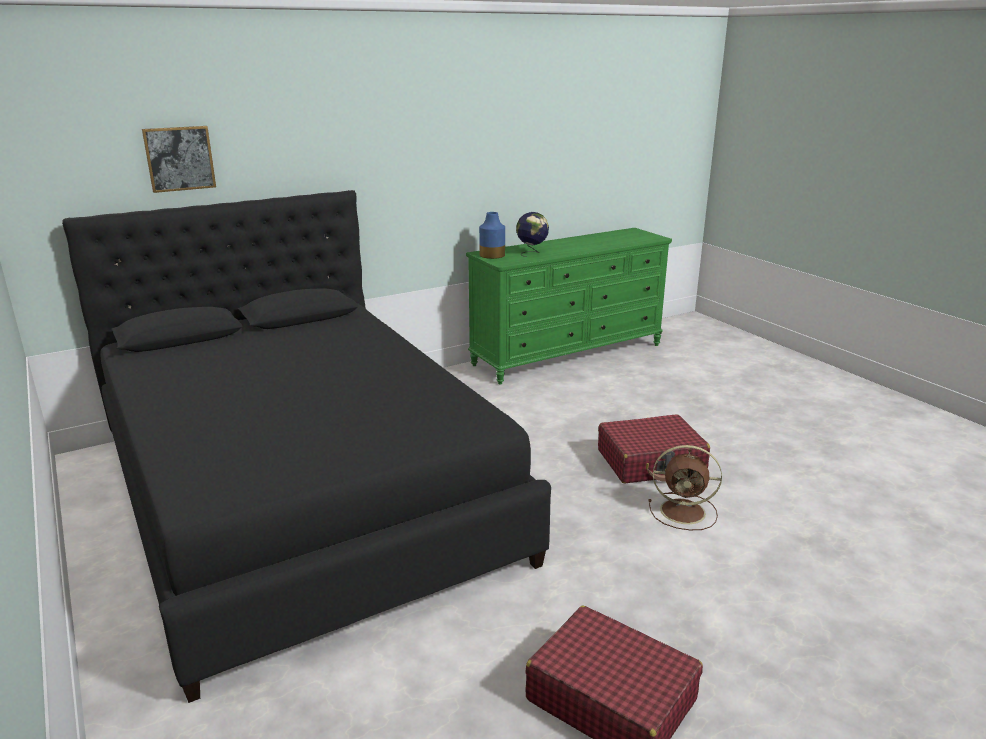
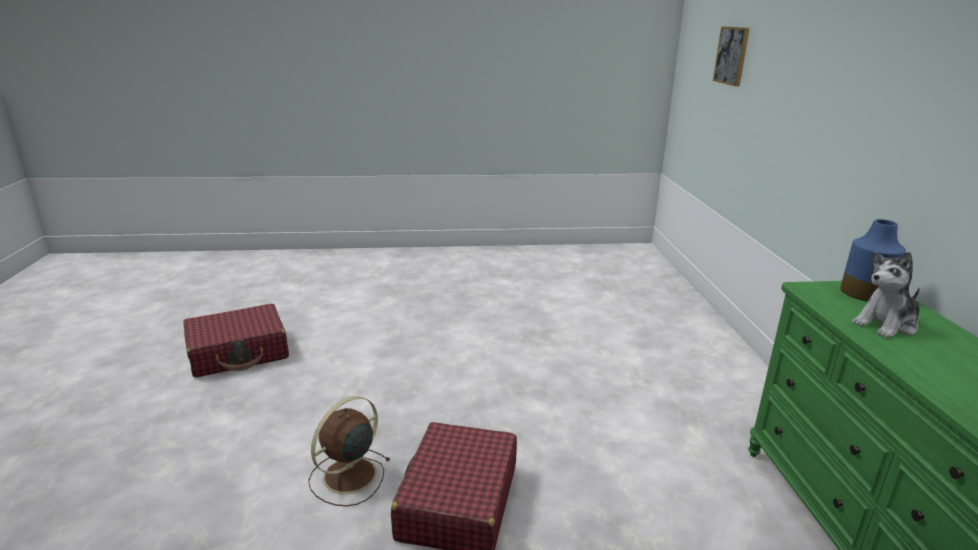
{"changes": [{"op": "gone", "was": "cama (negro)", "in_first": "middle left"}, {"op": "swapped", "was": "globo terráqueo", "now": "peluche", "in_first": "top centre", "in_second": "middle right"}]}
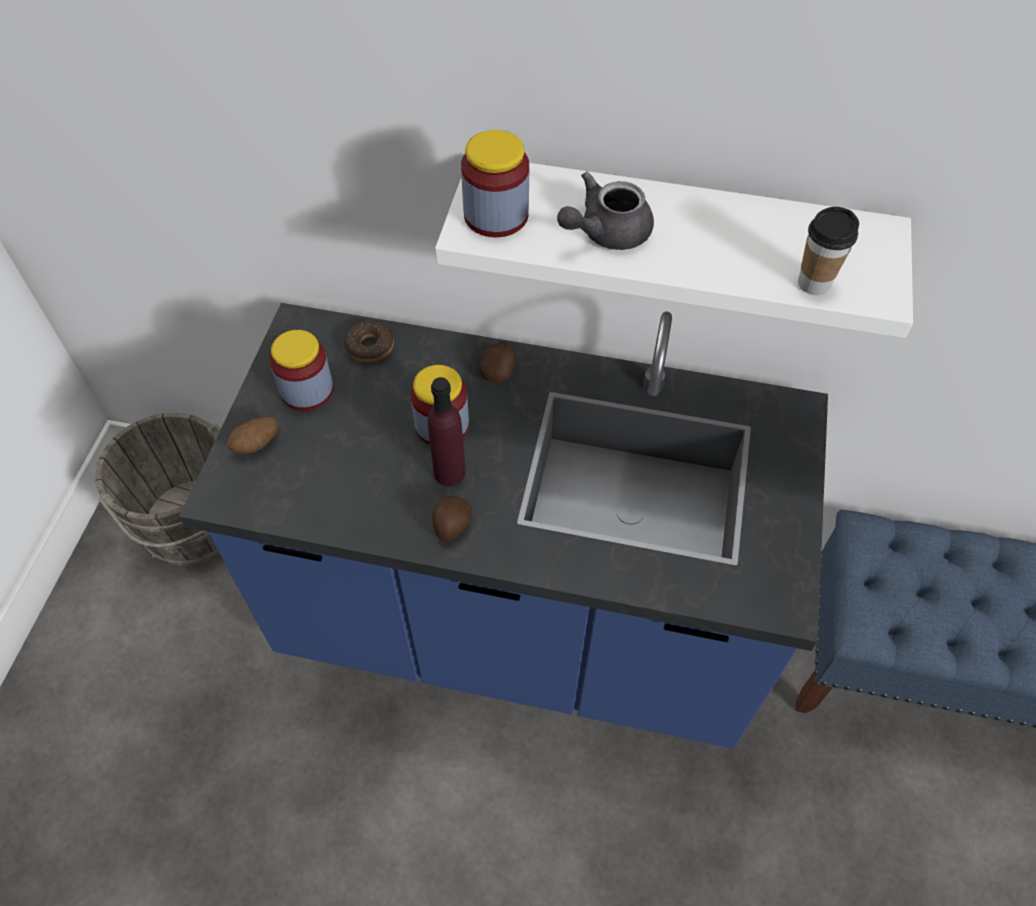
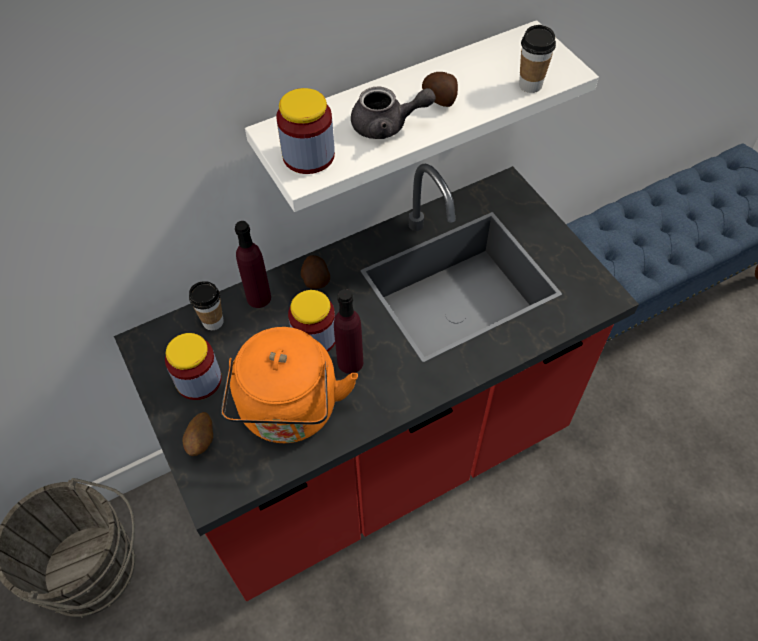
{"changes": [{"op": "repainted", "was": "mueble bajo de cocina (azul)", "now": "mueble bajo de cocina (rojo)", "in_first": "centre", "in_second": "centre"}, {"op": "swapped", "was": "rosquilla", "now": "taza (no. 1 from left)", "in_first": "centre", "in_second": "middle left"}, {"op": "shifted", "was": "patata (no. 2 from left in the first image)", "now": "patata (no. 3 from left)", "in_first": "centre", "in_second": "top centre"}, {"op": "rotated", "was": "tetera (gris)", "in_first": "top centre", "in_second": "top centre", "clockwise": -105}, {"op": "new", "now": "hervidor (naranja)", "in_second": "centre"}, {"op": "new", "now": "botella (morado) (no. 1 from left)", "in_second": "centre"}]}
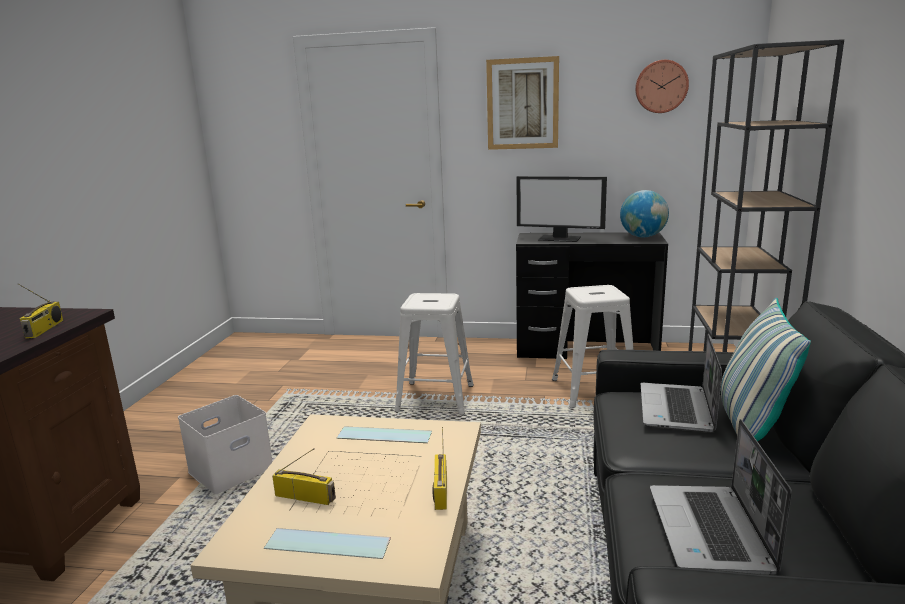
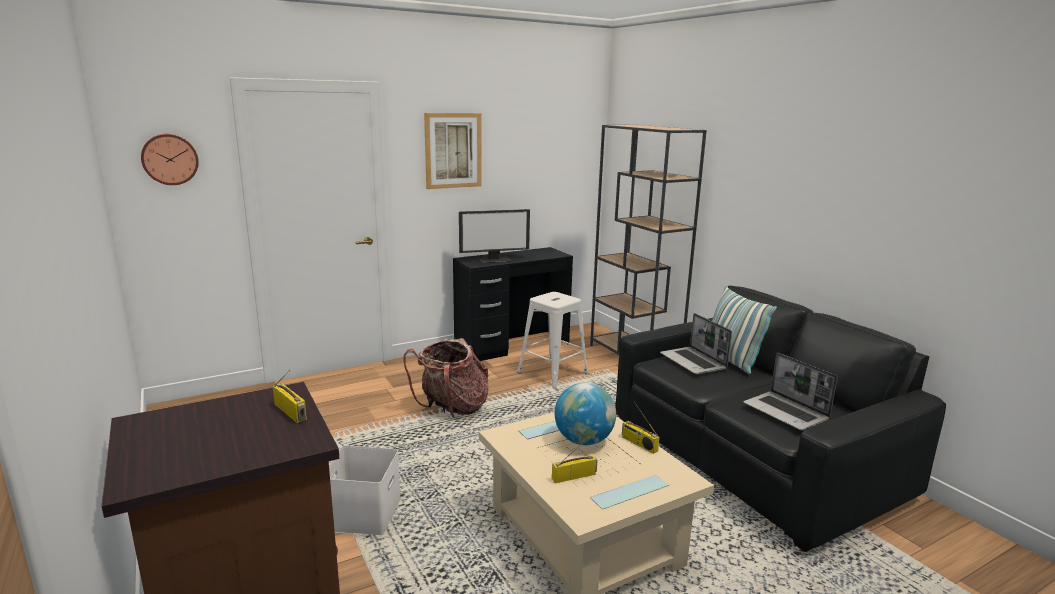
{"changes": [{"op": "swapped", "was": "taburete (blanco) (no. 1 from left)", "now": "mochila", "in_first": "centre", "in_second": "centre"}, {"op": "shifted", "was": "globo terráqueo", "in_first": "middle right", "in_second": "bottom centre"}, {"op": "shifted", "was": "reloj de pared", "in_first": "top right", "in_second": "top left"}]}
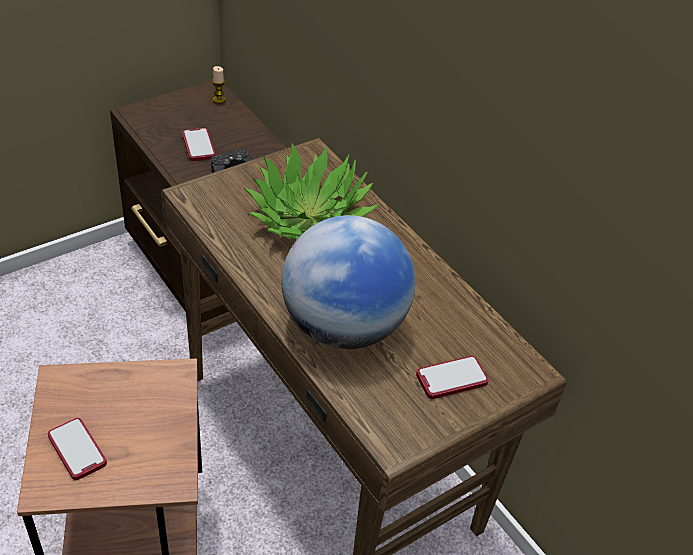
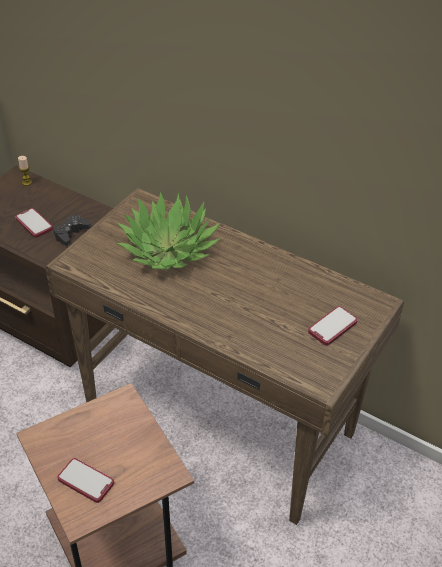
{"changes": [{"op": "gone", "was": "globo terráqueo", "in_first": "centre"}]}
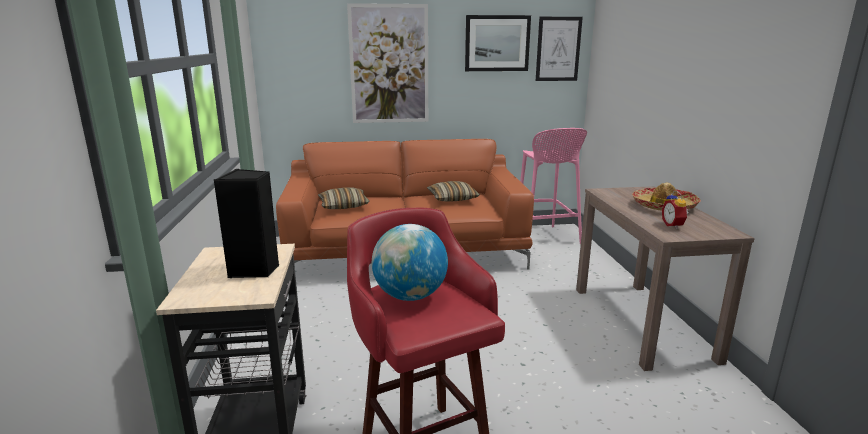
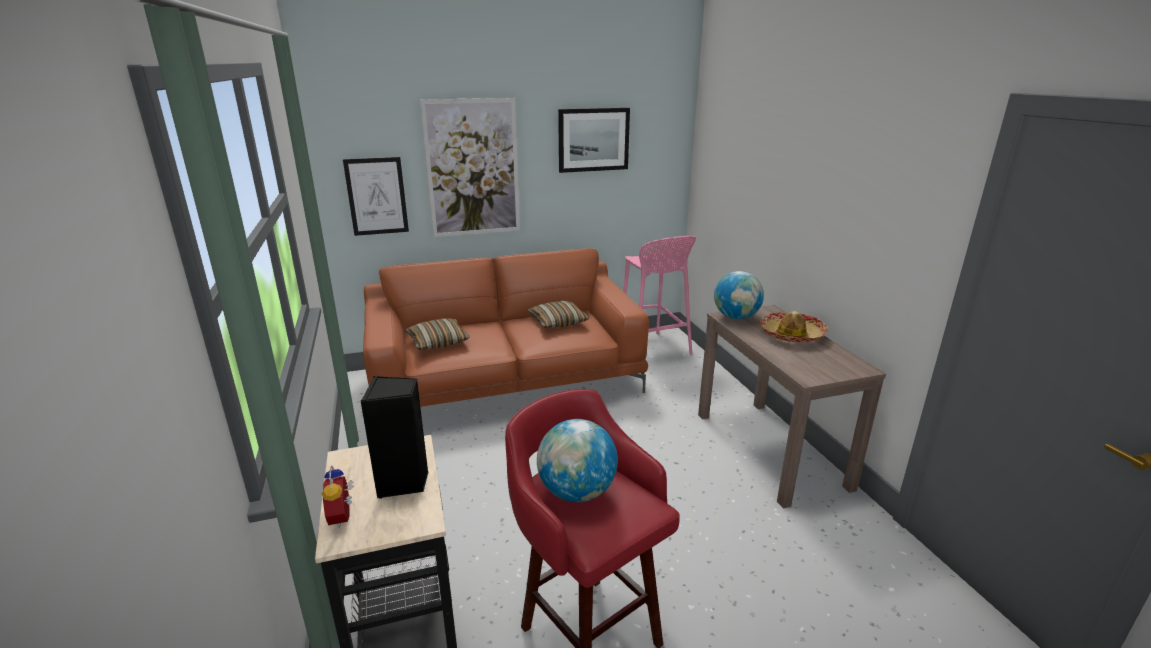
{"changes": [{"op": "shifted", "was": "cuadro (no. 3 from left in the first image)", "now": "cuadro (no. 1 from left)", "in_first": "top centre", "in_second": "top left"}, {"op": "shifted", "was": "despertador", "in_first": "middle right", "in_second": "bottom left"}, {"op": "new", "now": "globo terráqueo (no. 2 from left)", "in_second": "centre"}]}
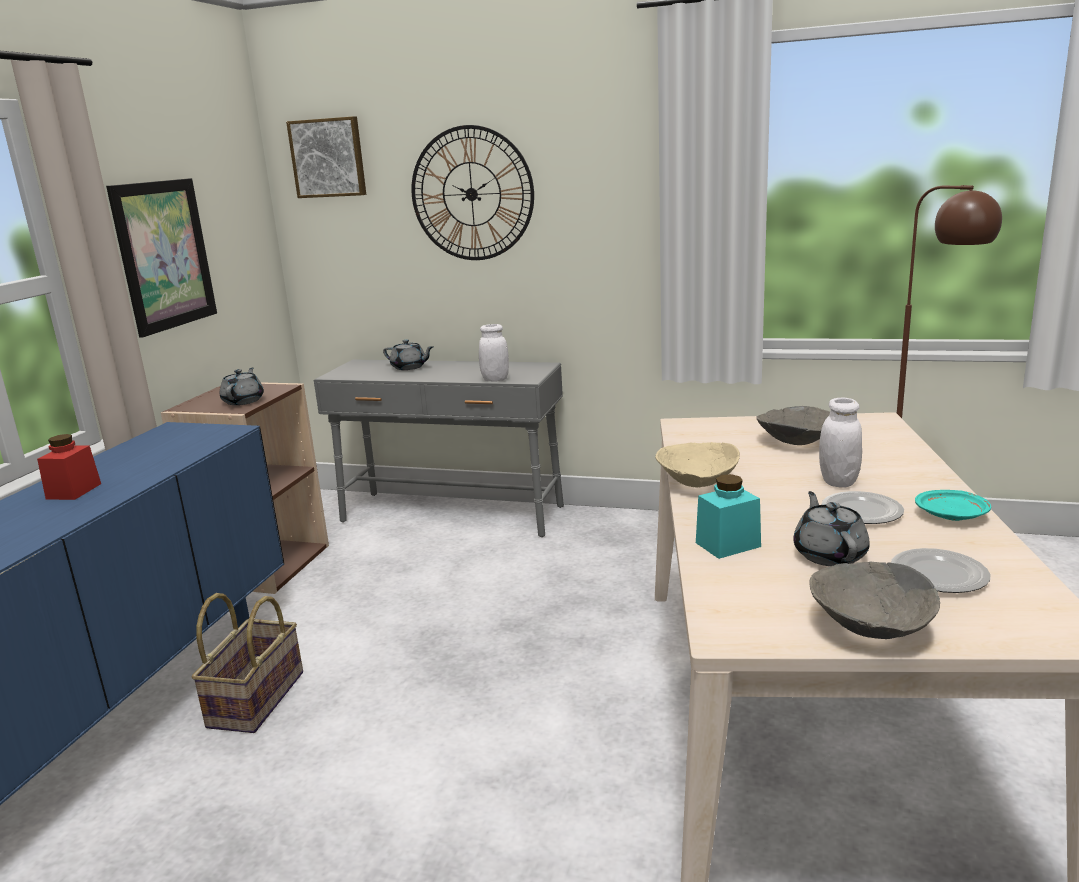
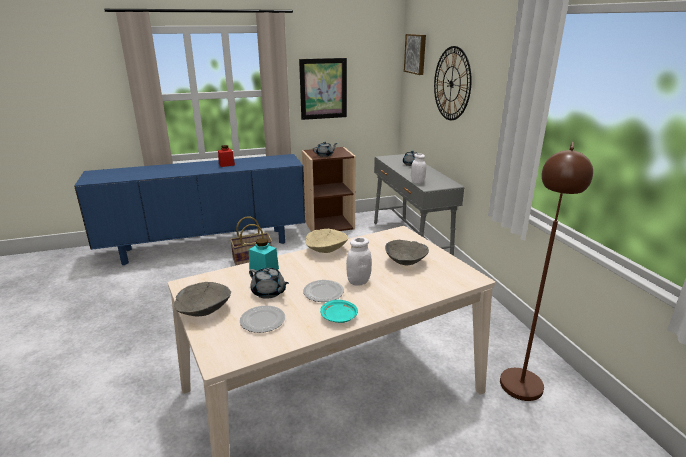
{"changes": [{"op": "rotated", "was": "tetera (gris) (no. 3 from left in the first image)", "in_first": "middle right", "in_second": "centre", "clockwise": 75}]}
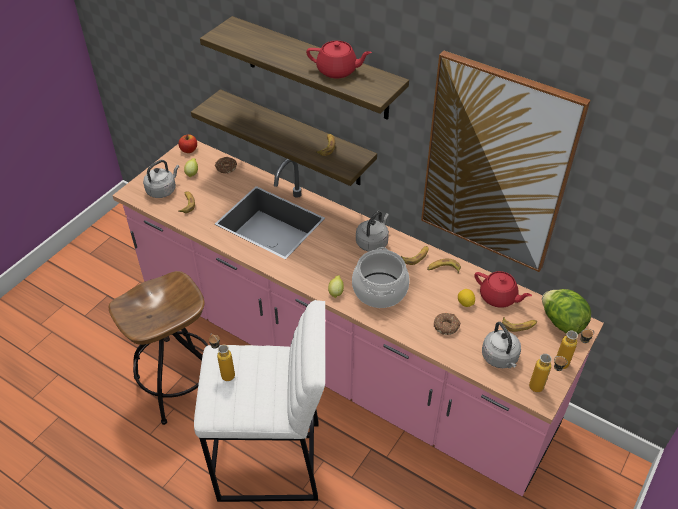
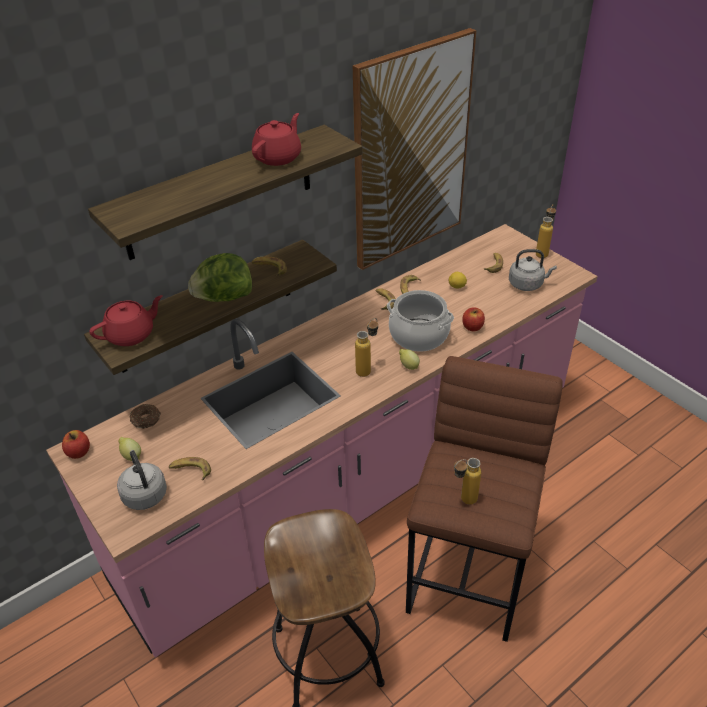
{"changes": [{"op": "repainted", "was": "taburete (blanco)", "now": "taburete (marrón) (no. 2 from left)", "in_first": "bottom centre", "in_second": "bottom right"}, {"op": "gone", "was": "hervidor (gris) (no. 2 from left)", "in_first": "centre"}, {"op": "gone", "was": "rosquilla (no. 2 from left)", "in_first": "centre"}, {"op": "shifted", "was": "tetera (rojo) (no. 2 from left in the first image)", "now": "tetera (rojo) (no. 1 from left)", "in_first": "middle right", "in_second": "middle left"}, {"op": "shifted", "was": "botella (no. 2 from left in the first image)", "now": "botella (no. 1 from left)", "in_first": "bottom right", "in_second": "centre"}, {"op": "shifted", "was": "lechuga", "in_first": "middle right", "in_second": "middle left"}, {"op": "new", "now": "manzana (no. 2 from left)", "in_second": "middle right"}]}
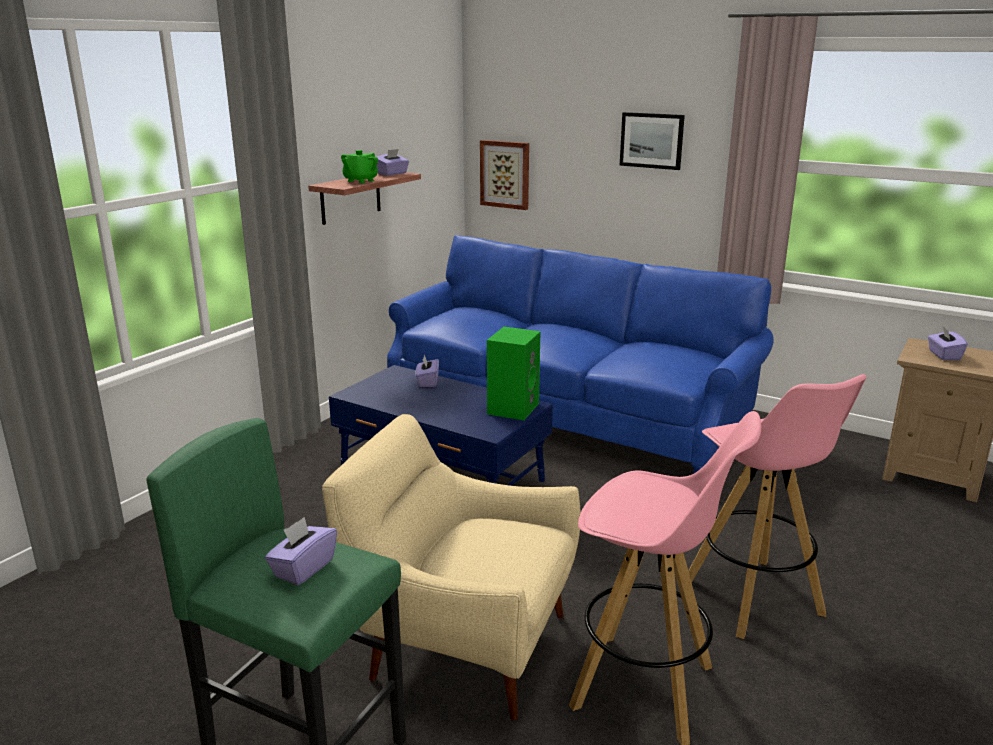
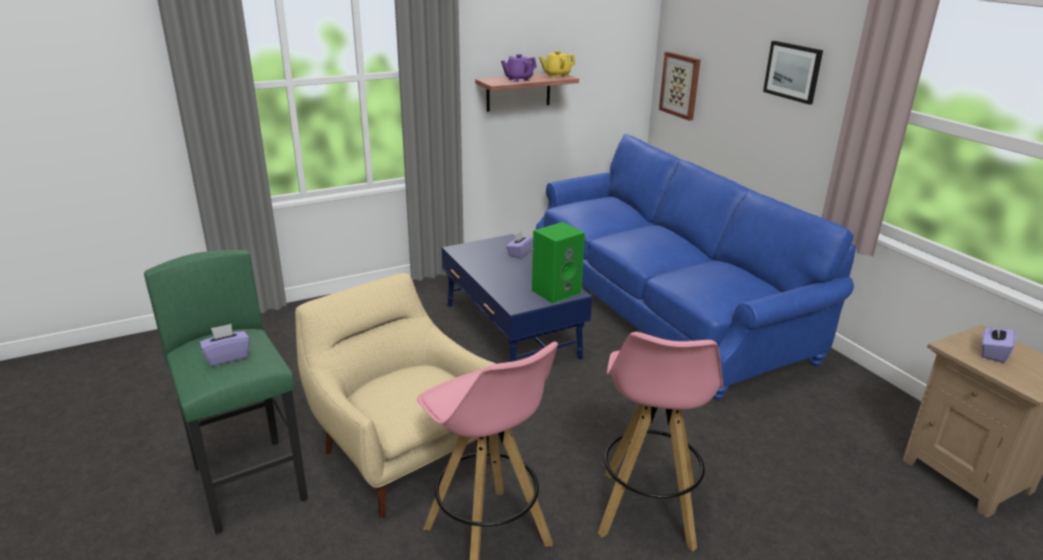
{"changes": [{"op": "repainted", "was": "tetera (verde)", "now": "tetera (morado)", "in_first": "top centre", "in_second": "top centre"}, {"op": "swapped", "was": "caja de pañuelos (morado) (no. 2 from left)", "now": "tetera (amarillo)", "in_first": "top centre", "in_second": "top centre"}]}
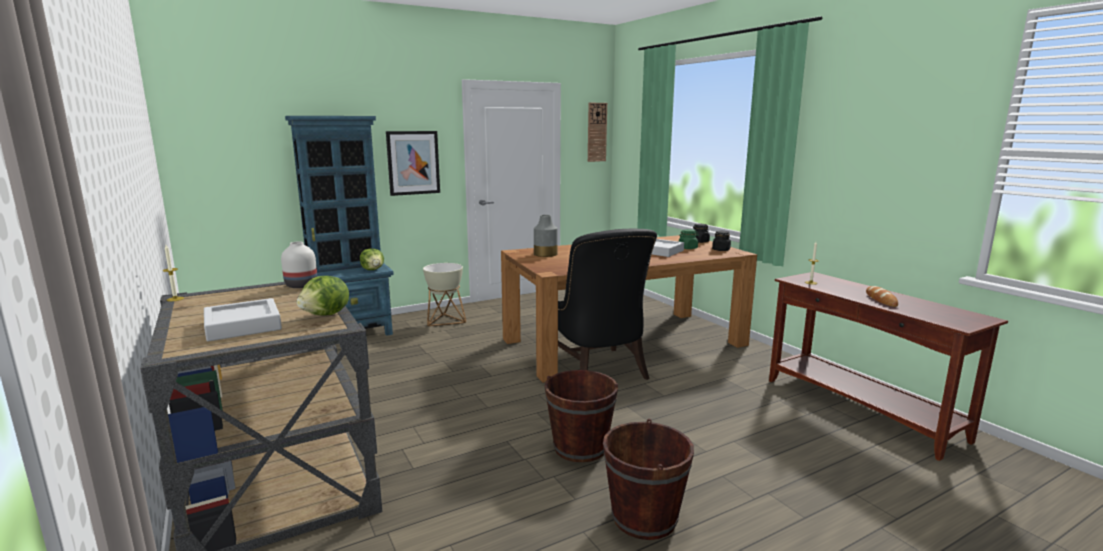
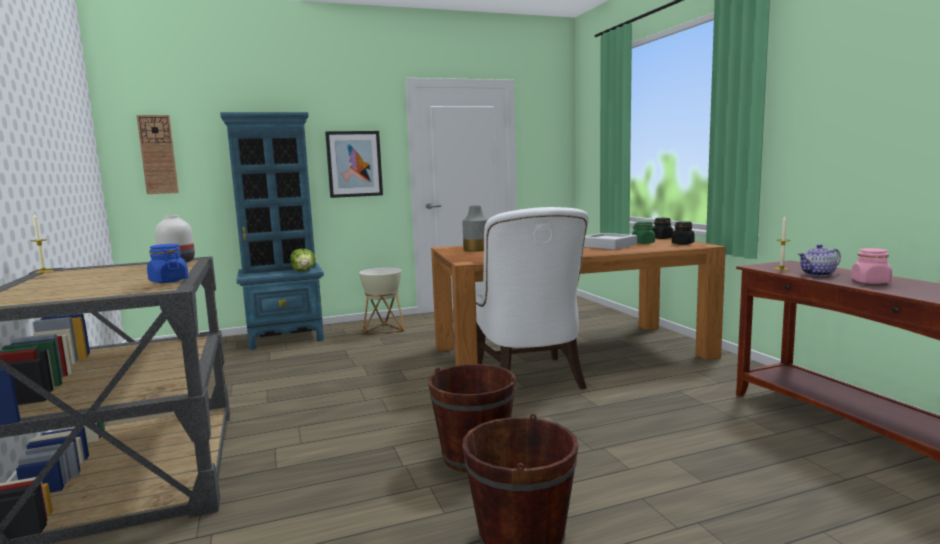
{"changes": [{"op": "gone", "was": "bandeja (gris) (no. 1 from left)", "in_first": "middle left"}, {"op": "swapped", "was": "lechuga (no. 1 from left)", "now": "tarro (azul)", "in_first": "middle left", "in_second": "middle left"}, {"op": "repainted", "was": "silla (negro)", "now": "silla (blanco)", "in_first": "centre", "in_second": "centre"}, {"op": "shifted", "was": "reloj de pared", "in_first": "top centre", "in_second": "top left"}, {"op": "swapped", "was": "pan", "now": "tarro (rosa)", "in_first": "middle right", "in_second": "middle right"}, {"op": "new", "now": "tetera", "in_second": "middle right"}]}
